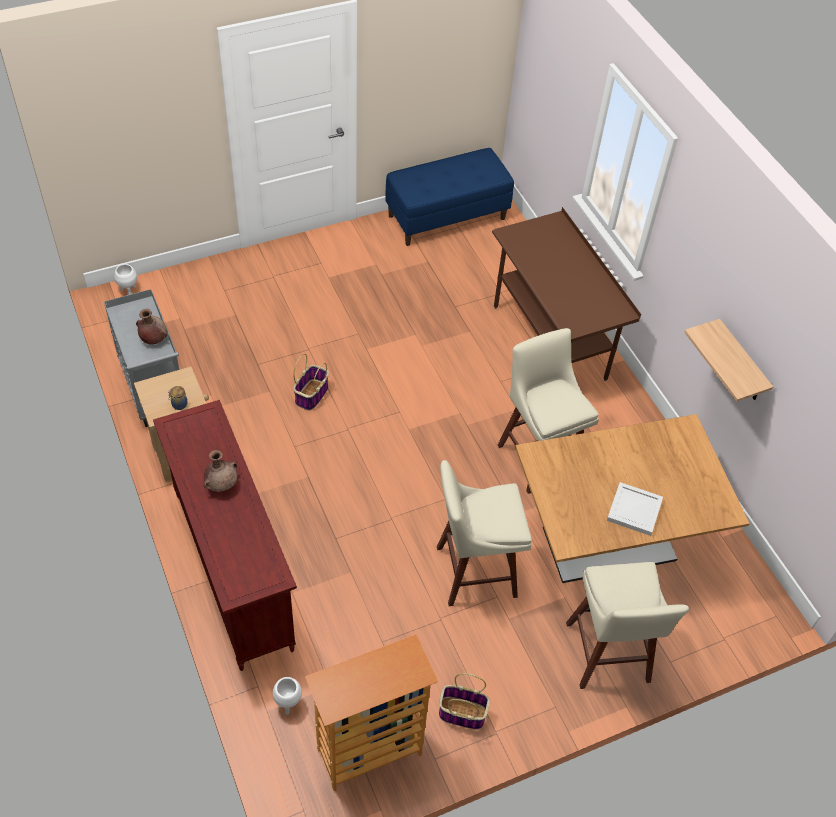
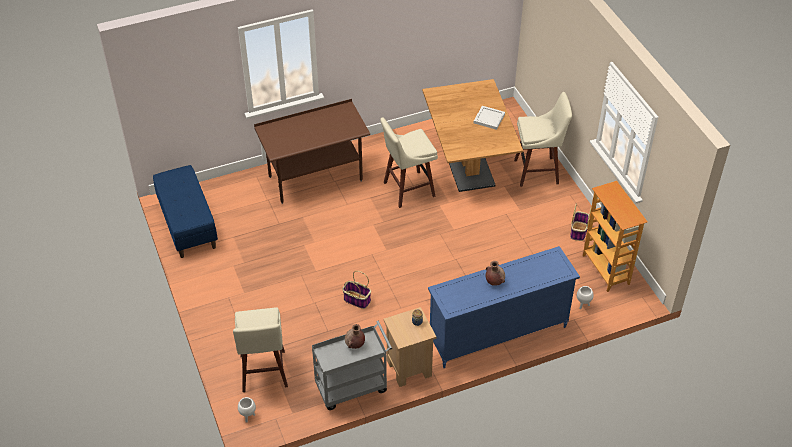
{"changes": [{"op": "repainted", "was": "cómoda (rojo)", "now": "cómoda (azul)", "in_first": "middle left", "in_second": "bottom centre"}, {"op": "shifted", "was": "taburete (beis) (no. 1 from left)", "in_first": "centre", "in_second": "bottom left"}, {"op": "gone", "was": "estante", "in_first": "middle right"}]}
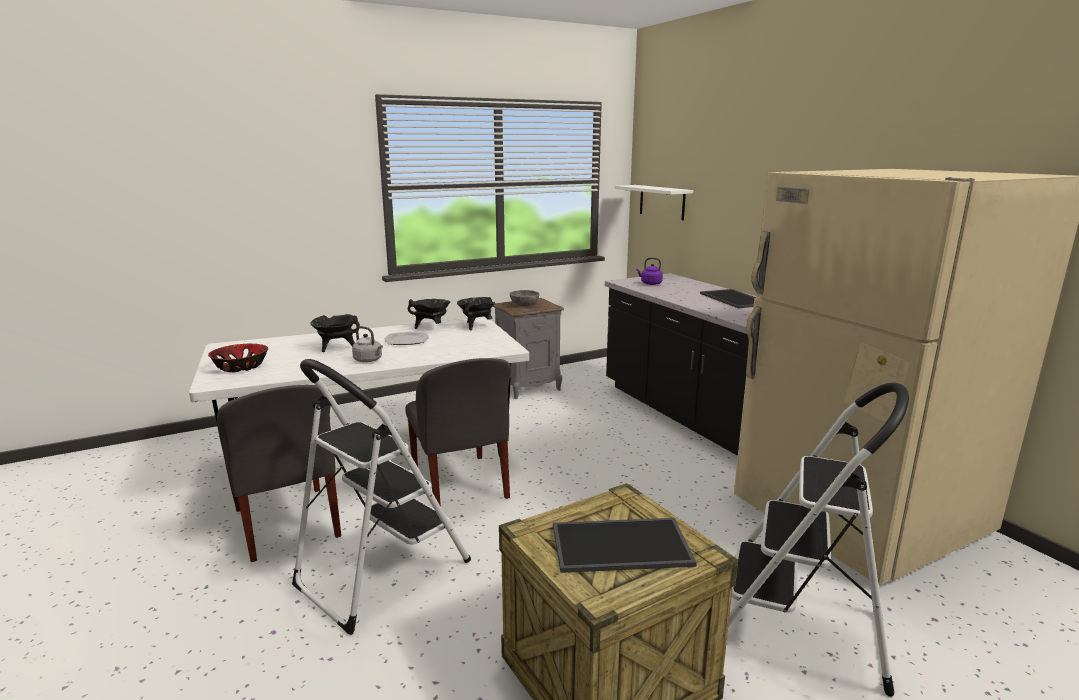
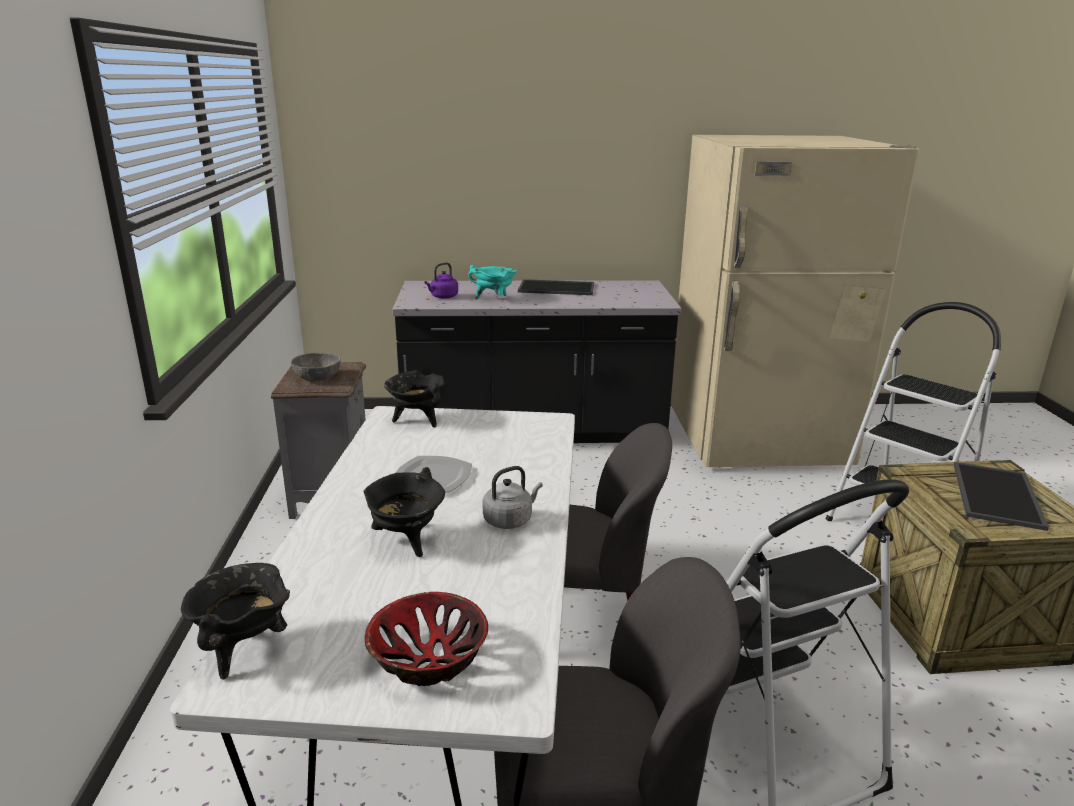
{"changes": [{"op": "shifted", "was": "olla (negro) (no. 2 from left in the first image)", "now": "olla (negro) (no. 1 from left)", "in_first": "centre", "in_second": "bottom left"}, {"op": "gone", "was": "estante (blanco)", "in_first": "top centre"}, {"op": "new", "now": "olla (turquesa)", "in_second": "centre"}]}
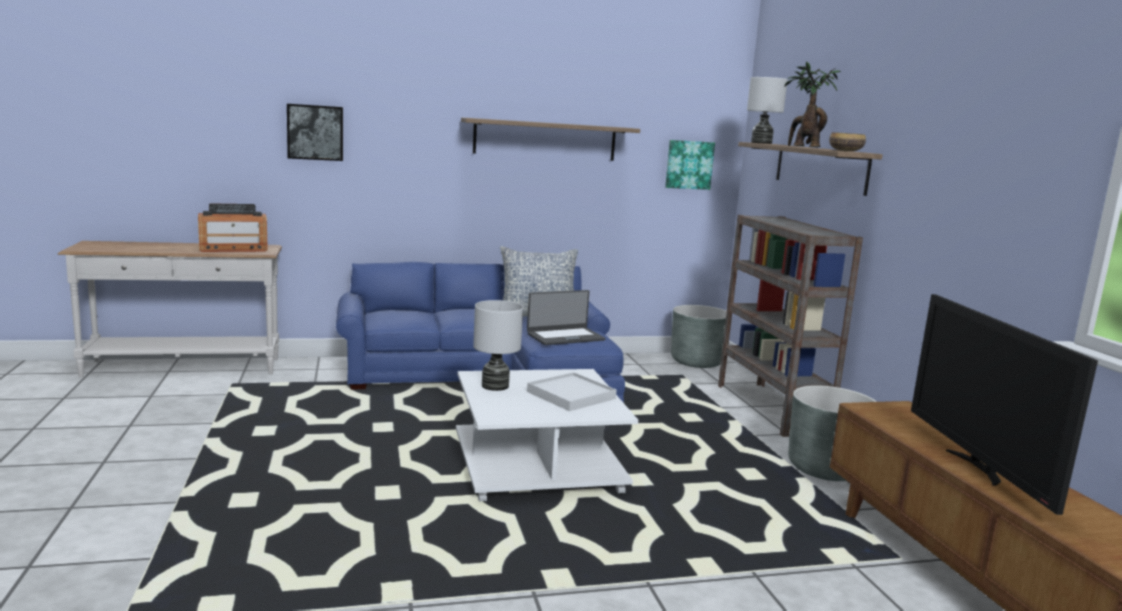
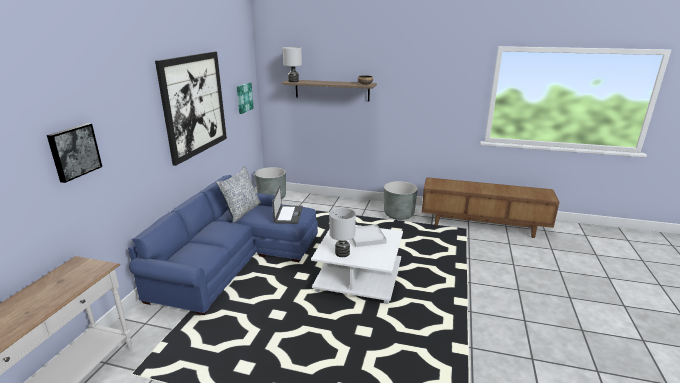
{"changes": [{"op": "gone", "was": "radio", "in_first": "middle left"}, {"op": "swapped", "was": "estante (no. 1 from left)", "now": "cuadro (no. 2 from left)", "in_first": "top centre", "in_second": "top left"}, {"op": "gone", "was": "estantería (gris)", "in_first": "middle right"}, {"op": "gone", "was": "planta en maceta", "in_first": "top right"}, {"op": "gone", "was": "televisor", "in_first": "middle right"}]}
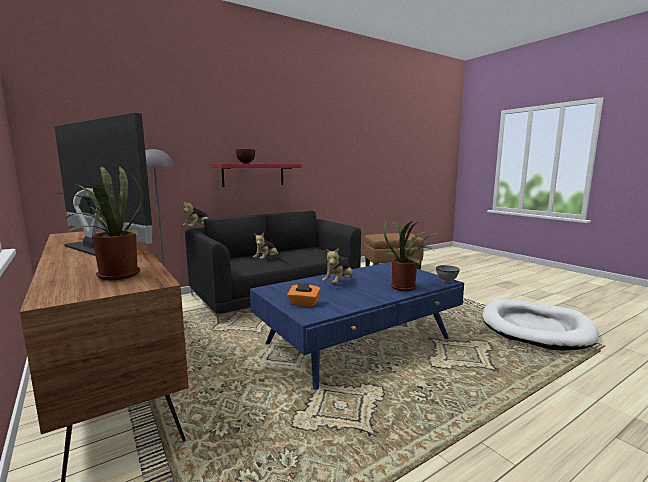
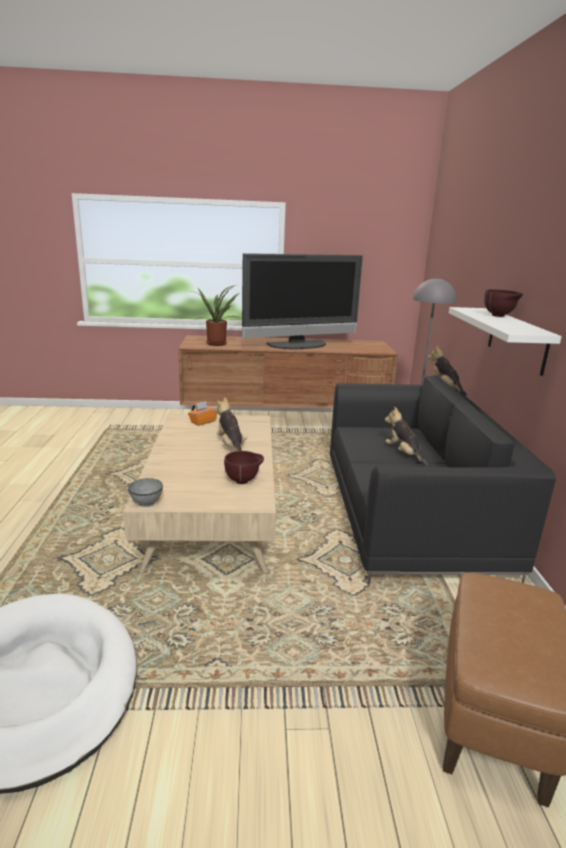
{"changes": [{"op": "repainted", "was": "estante (rojo)", "now": "estante (blanco)", "in_first": "centre", "in_second": "middle right"}, {"op": "repainted", "was": "mesa de centro (azul)", "now": "mesa de centro (beis)", "in_first": "bottom centre", "in_second": "centre"}, {"op": "gone", "was": "planta en maceta (no. 2 from left)", "in_first": "centre"}, {"op": "new", "now": "cuenco (marrón) (no. 1 from left)", "in_second": "centre"}]}
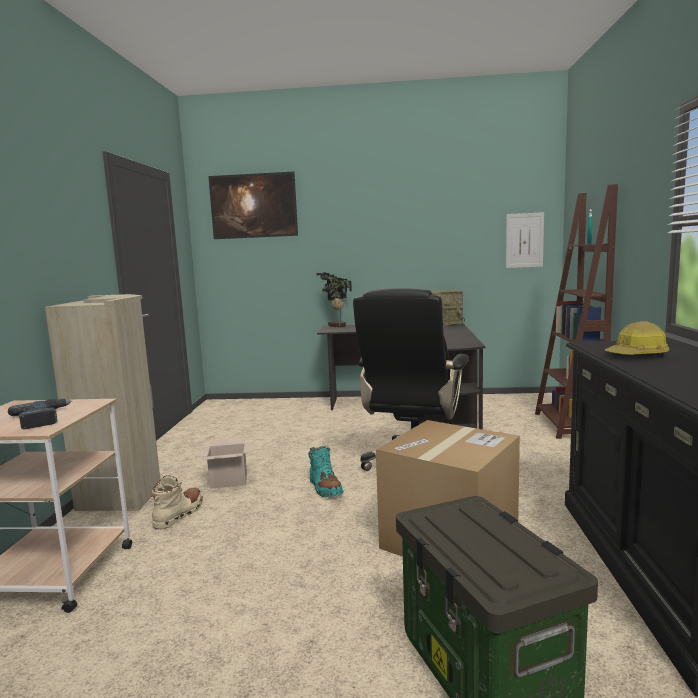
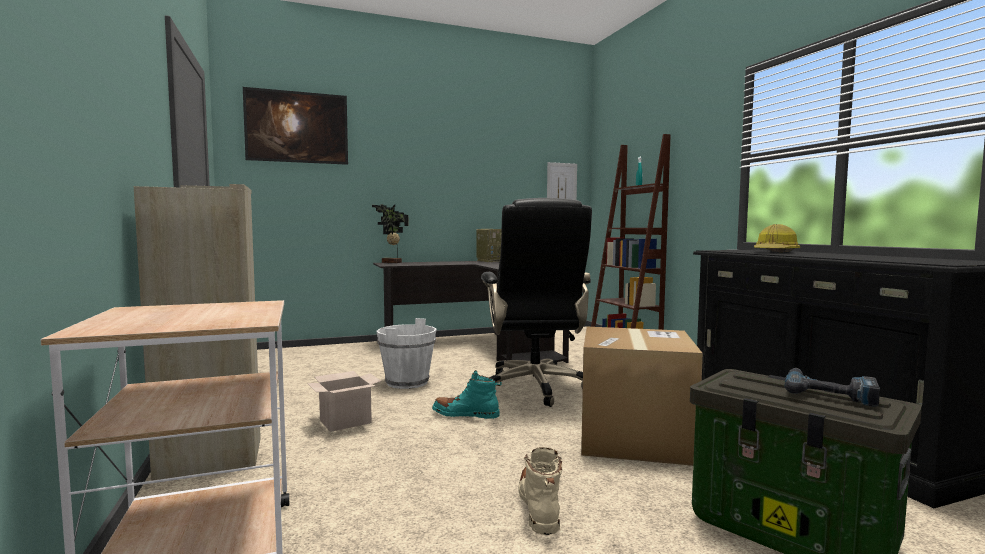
{"changes": [{"op": "shifted", "was": "taladro", "in_first": "middle left", "in_second": "bottom right"}, {"op": "shifted", "was": "bota (beis)", "in_first": "bottom left", "in_second": "bottom centre"}, {"op": "rotated", "was": "bota (turquesa)", "in_first": "bottom centre", "in_second": "bottom centre", "clockwise": 150}, {"op": "new", "now": "cubo (blanco)", "in_second": "centre"}]}
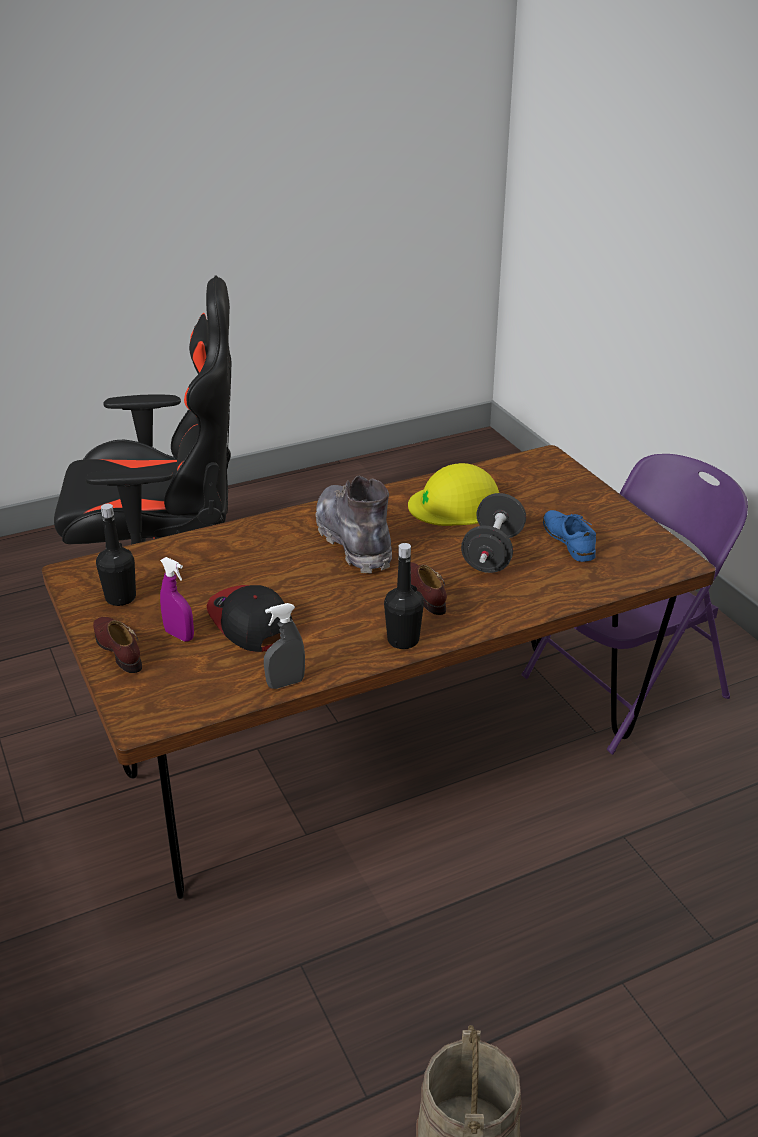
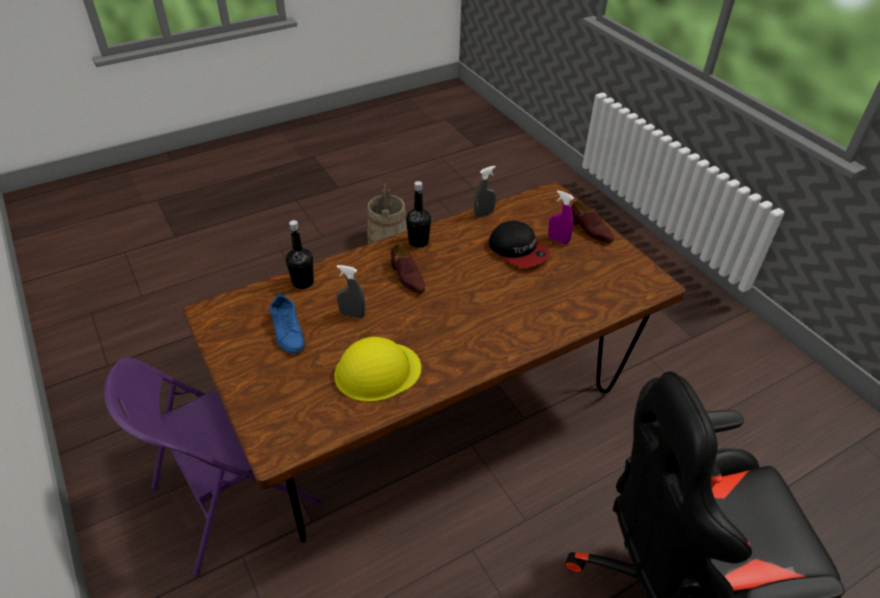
{"changes": [{"op": "shifted", "was": "botella (negro) (no. 1 from left)", "in_first": "middle left", "in_second": "centre"}, {"op": "gone", "was": "bota (gris)", "in_first": "centre"}, {"op": "swapped", "was": "mancuerna (negro)", "now": "pulverizador (gris) (no. 1 from left)", "in_first": "centre", "in_second": "centre"}]}
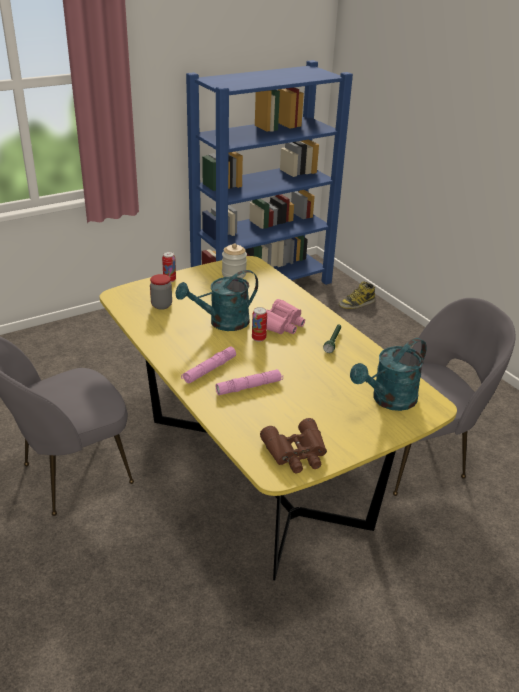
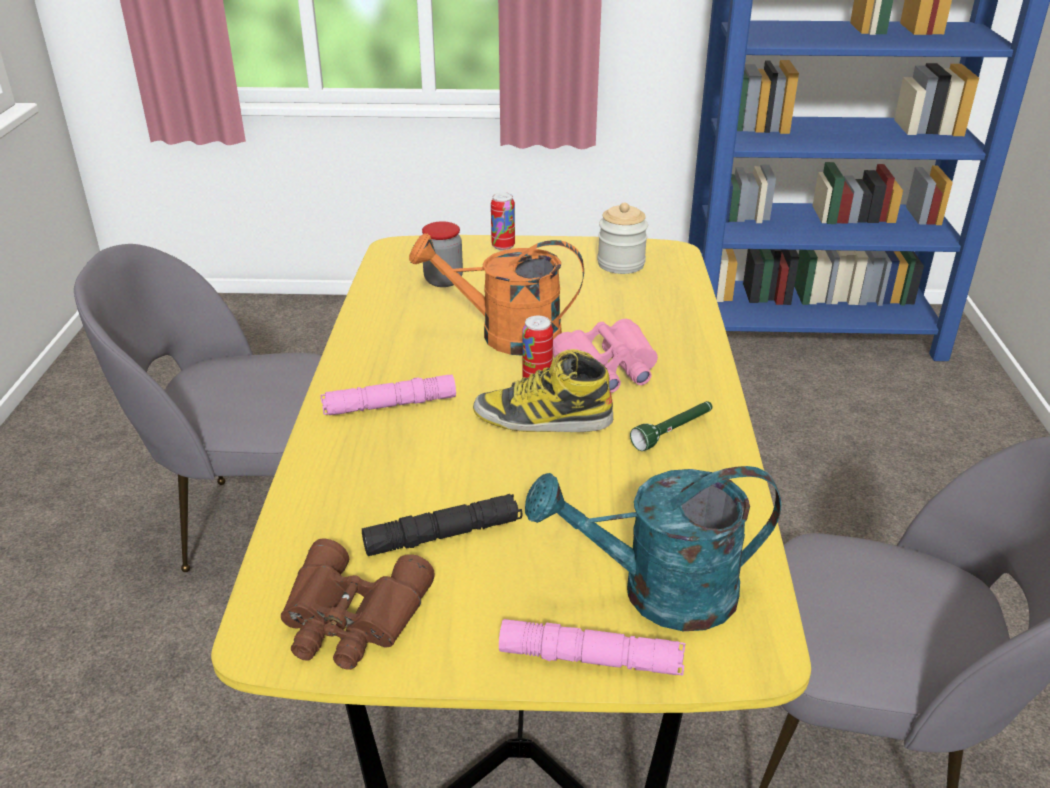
{"changes": [{"op": "repainted", "was": "regadera (turquesa) (no. 1 from left)", "now": "regadera (naranja)", "in_first": "centre", "in_second": "centre"}, {"op": "shifted", "was": "linterna (rosa) (no. 2 from left)", "in_first": "centre", "in_second": "bottom centre"}, {"op": "shifted", "was": "bota", "in_first": "middle right", "in_second": "centre"}, {"op": "new", "now": "linterna (negro)", "in_second": "centre"}]}
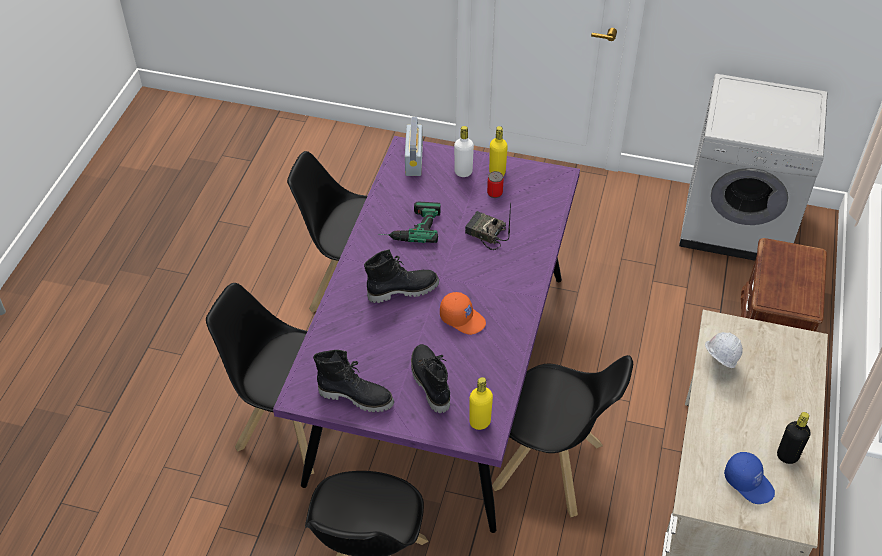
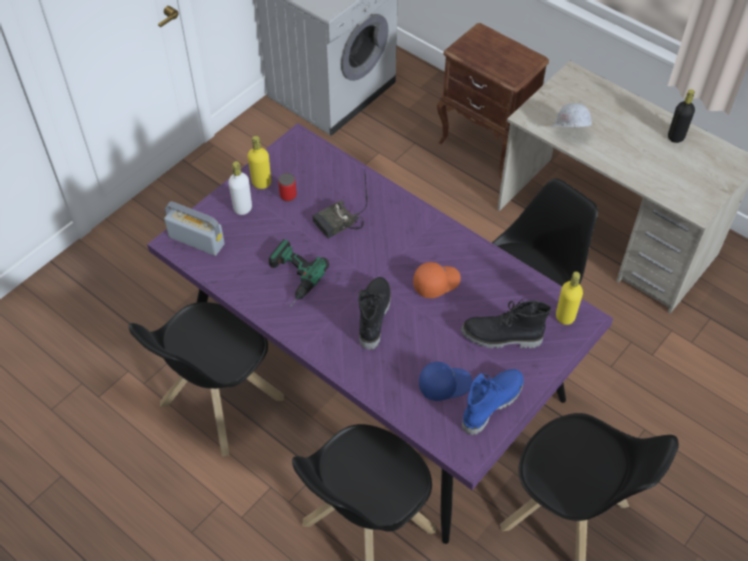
{"changes": [{"op": "repainted", "was": "bota (negro) (no. 1 from left)", "now": "bota (azul)", "in_first": "bottom centre", "in_second": "bottom centre"}, {"op": "shifted", "was": "gorra (azul)", "in_first": "bottom right", "in_second": "bottom centre"}]}
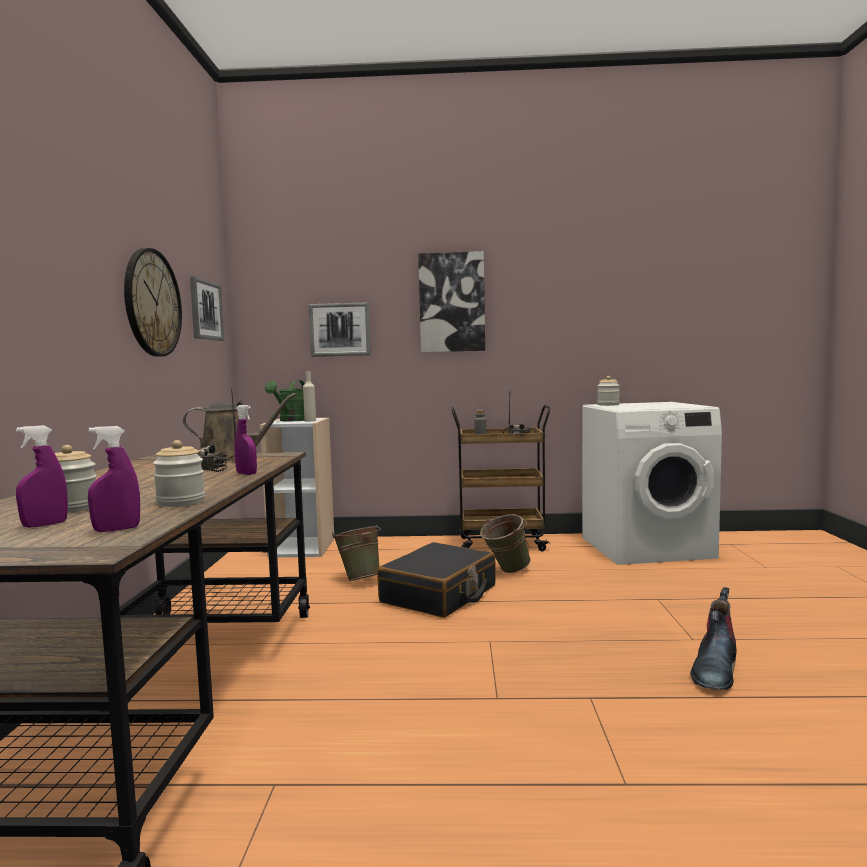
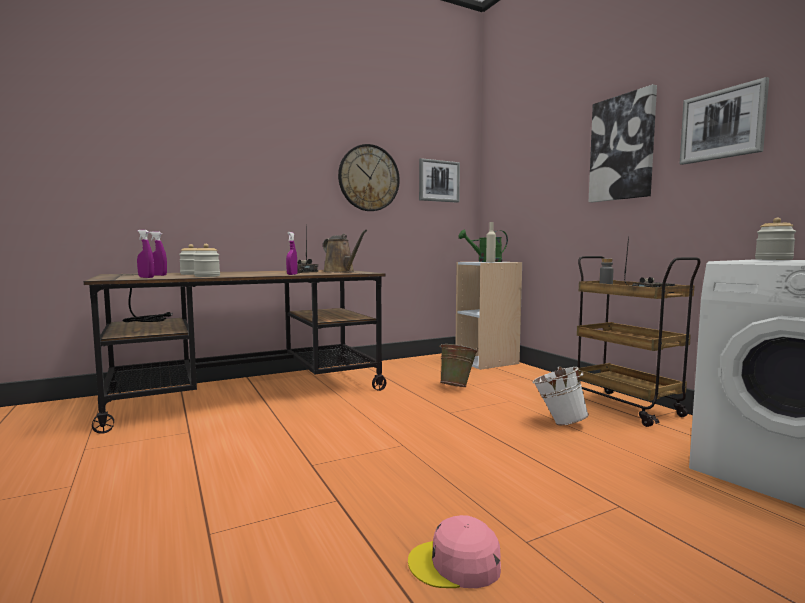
{"changes": [{"op": "shifted", "was": "cuadro (no. 2 from left in the first image)", "now": "cuadro (no. 3 from left)", "in_first": "centre", "in_second": "top right"}, {"op": "gone", "was": "maleta (negro)", "in_first": "bottom centre"}, {"op": "repainted", "was": "cubo (verde) (no. 2 from left)", "now": "cubo (blanco)", "in_first": "centre", "in_second": "middle right"}, {"op": "swapped", "was": "bota", "now": "gorra (rosa)", "in_first": "bottom right", "in_second": "bottom centre"}]}
